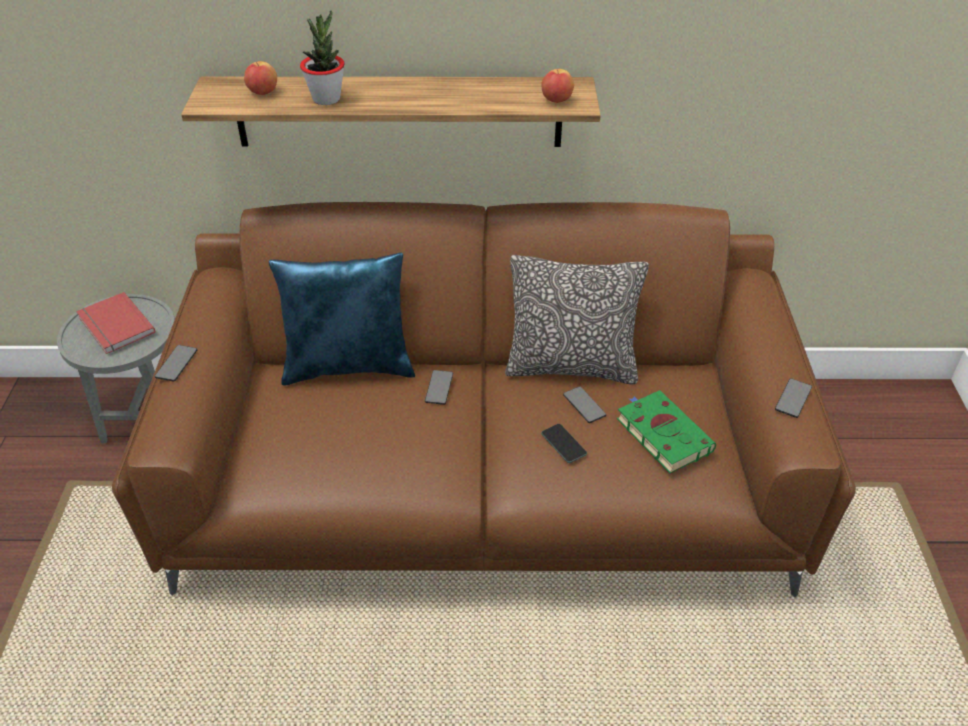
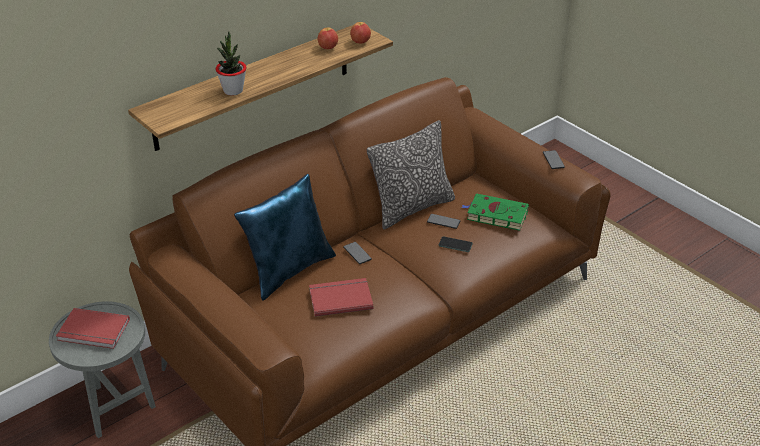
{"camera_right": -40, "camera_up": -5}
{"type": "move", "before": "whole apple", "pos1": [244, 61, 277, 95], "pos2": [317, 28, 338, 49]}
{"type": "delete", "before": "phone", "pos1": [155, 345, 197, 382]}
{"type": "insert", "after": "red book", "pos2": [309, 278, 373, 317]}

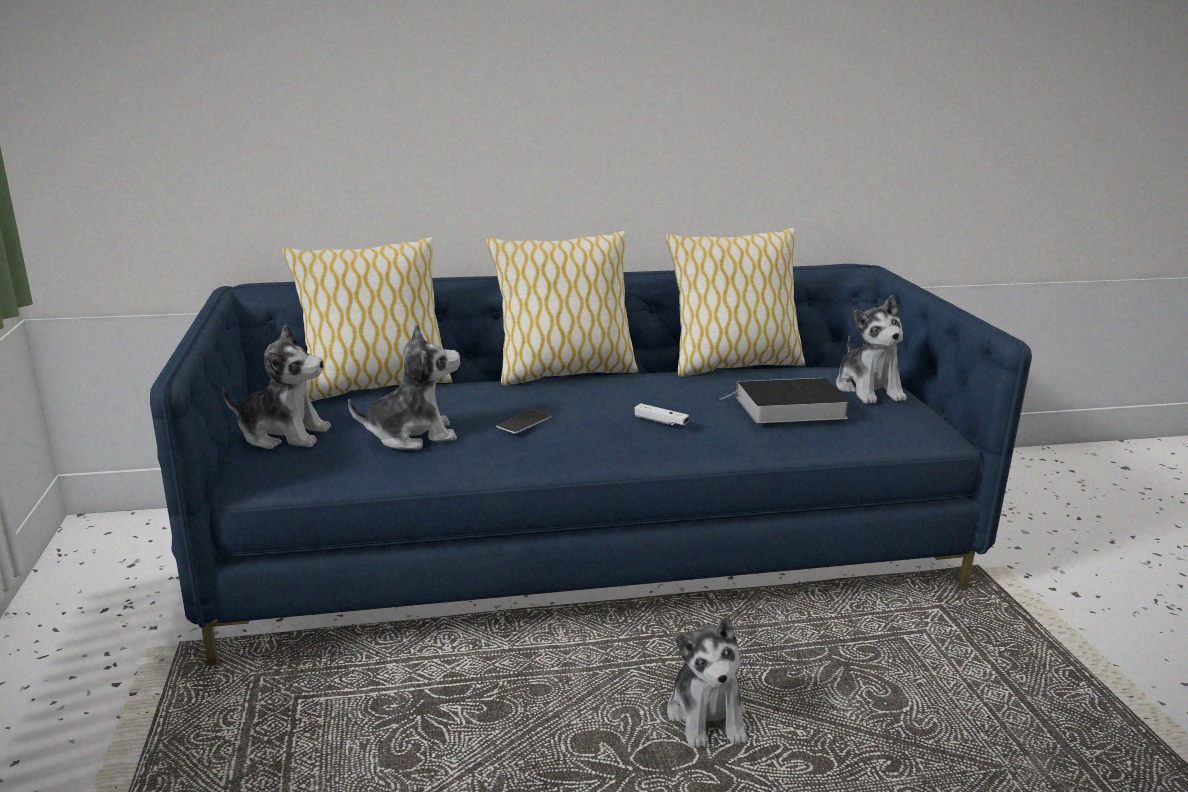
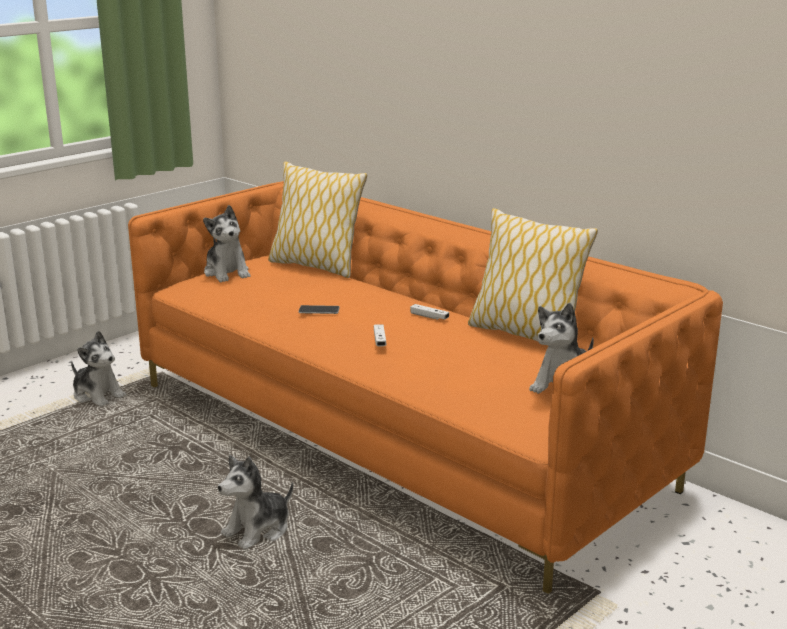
{"camera_right": 55, "camera_up": 0}
{"type": "delete", "before": "throw pillow", "pos1": [486, 230, 638, 386]}
{"type": "recolor", "before": "bluish couch", "after": "orange-coloured couch", "pos1": [150, 264, 1032, 666], "pos2": [128, 181, 723, 594]}
{"type": "move", "before": "cuddly toy", "pos1": [348, 324, 460, 449], "pos2": [71, 331, 126, 406]}
{"type": "delete", "before": "book", "pos1": [720, 378, 850, 423]}
{"type": "insert", "after": "white-coloured game controller", "pos2": [410, 304, 449, 320]}

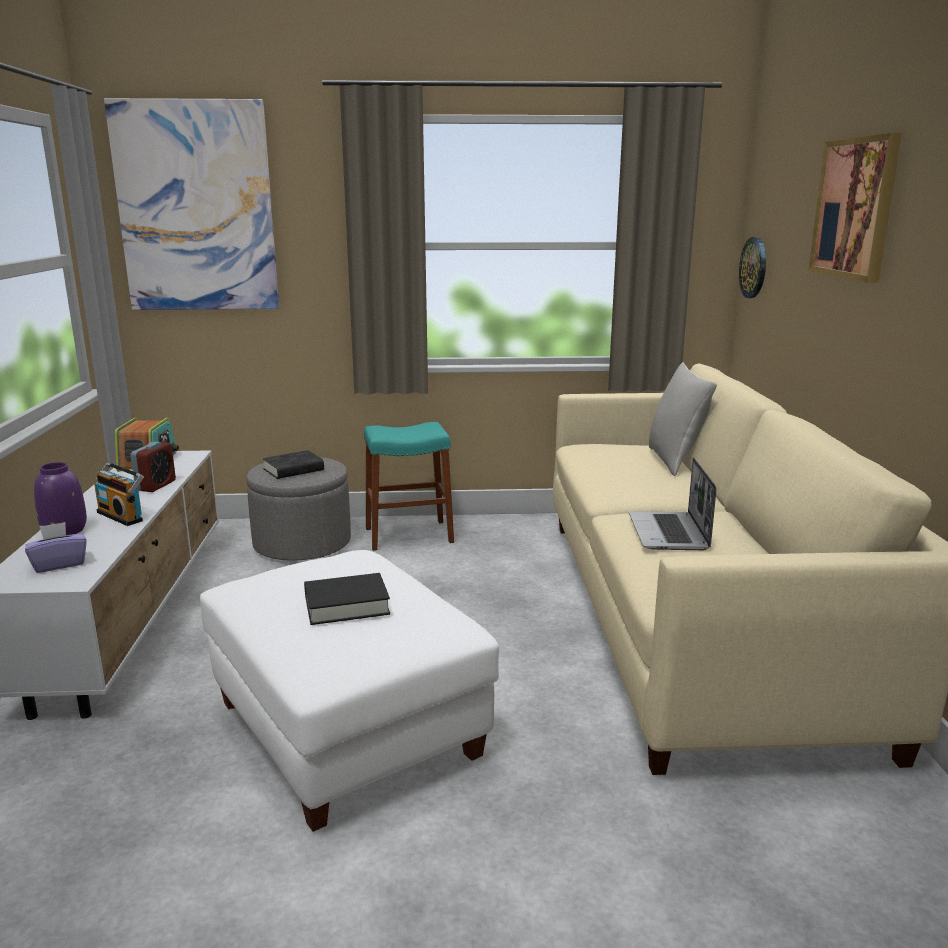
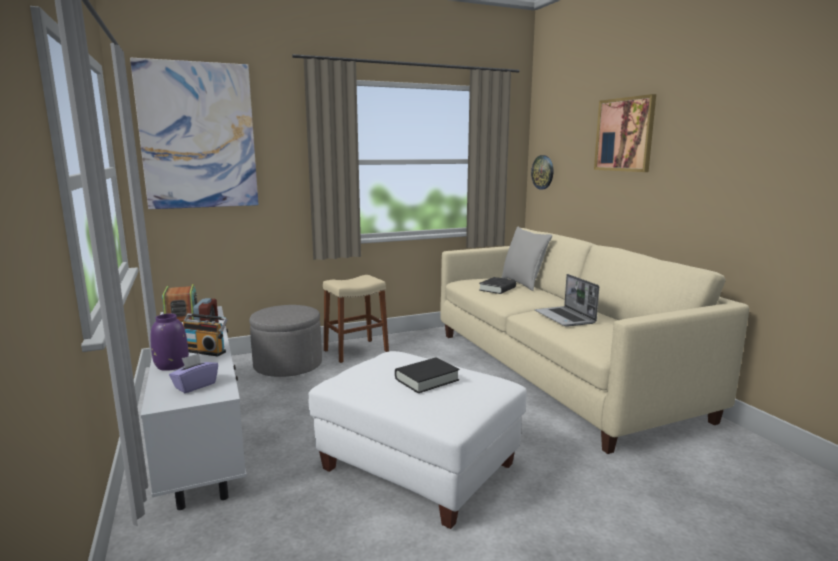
{"camera_right": -20, "camera_up": -5}
{"type": "recolor", "before": "blue-green stool seat", "after": "beige stool seat", "pos1": [364, 422, 454, 551], "pos2": [323, 275, 389, 363]}
{"type": "move", "before": "blackish book", "pos1": [263, 450, 324, 479], "pos2": [479, 277, 516, 294]}

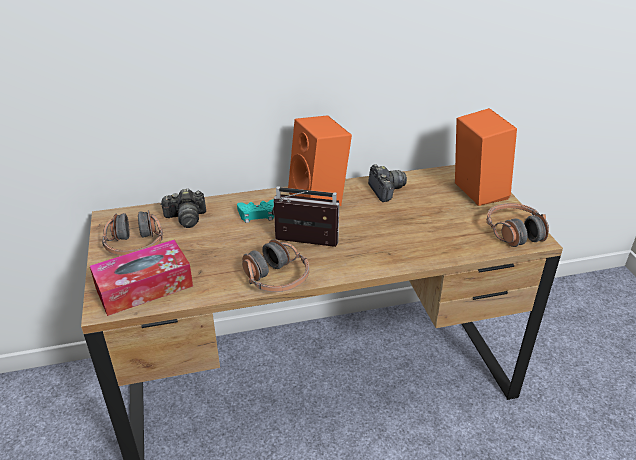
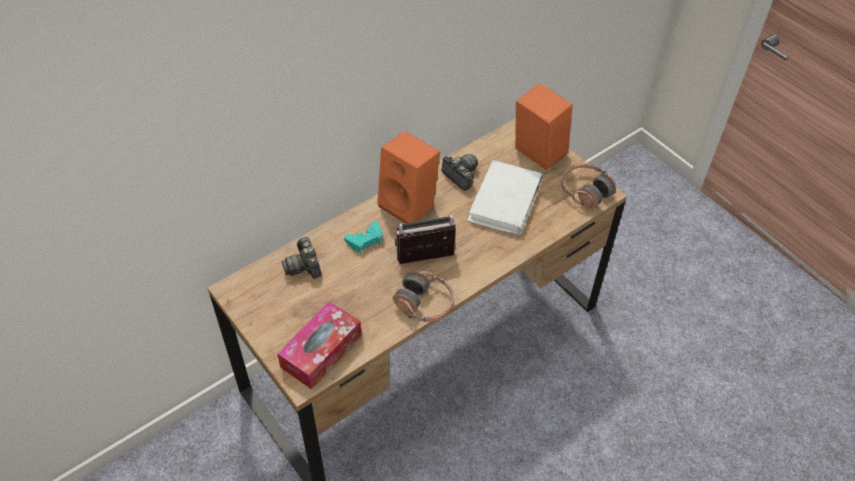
{"camera_right": -25, "camera_up": 15}
{"type": "rotate", "before": "still camera", "pos1": [160, 188, 206, 228], "pos2": [282, 237, 321, 278], "turn": 105}
{"type": "delete", "before": "headset", "pos1": [102, 210, 163, 256]}
{"type": "insert", "after": "white-coloured book", "pos2": [467, 160, 543, 235]}

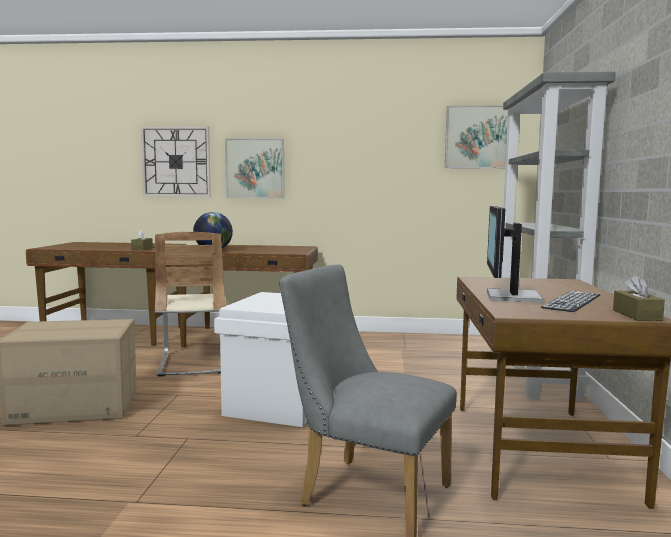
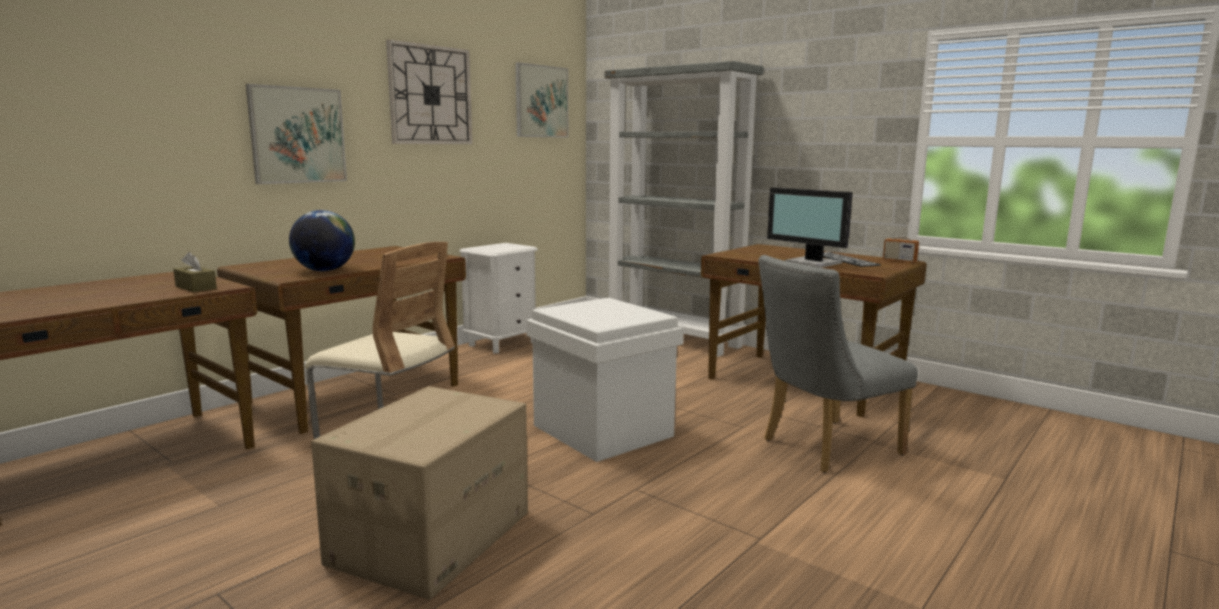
{"camera_right": -55, "camera_up": 5}
{"type": "move", "before": "hanging clock", "pos1": [141, 126, 211, 197], "pos2": [386, 39, 472, 144]}
{"type": "replace", "before": "brown tissue box", "after": "radio", "pos1": [613, 275, 665, 321], "pos2": [883, 216, 919, 263]}
{"type": "insert", "after": "white-coloured nightstand", "pos2": [459, 243, 538, 353]}

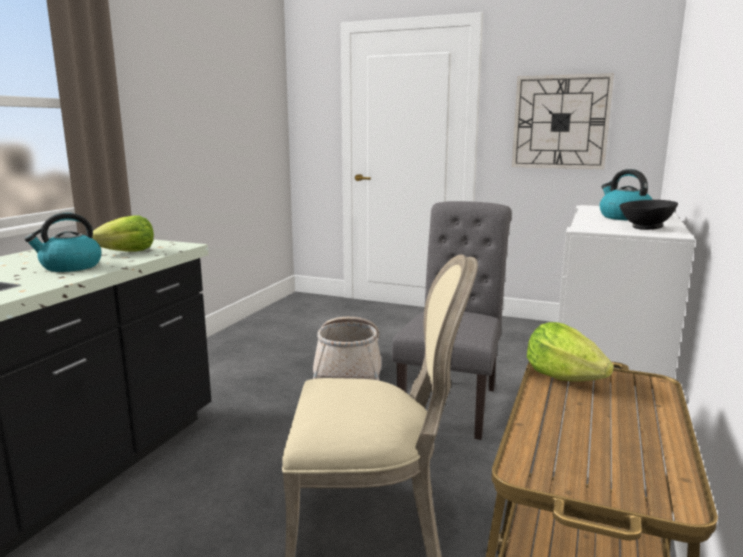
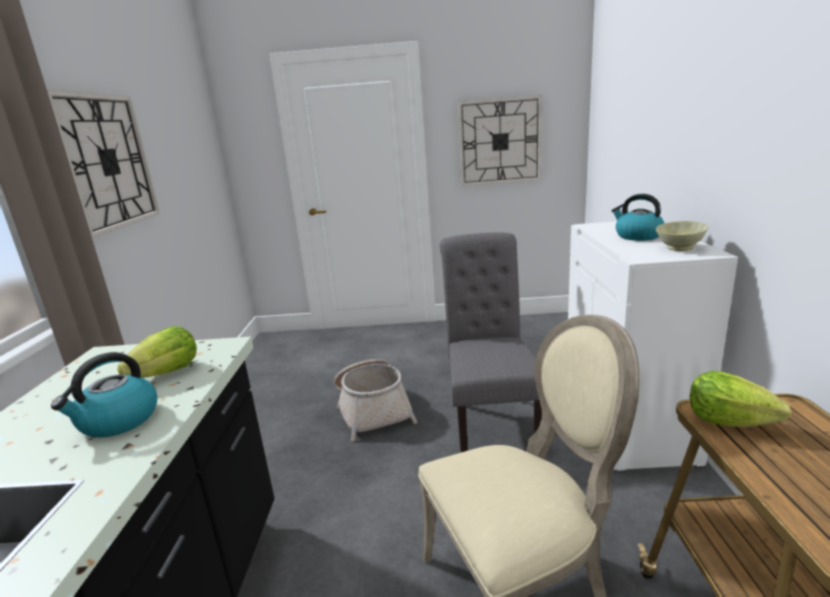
{"camera_right": -20, "camera_up": 5}
{"type": "recolor", "before": "blackish serving bowl", "after": "beige serving bowl", "pos1": [619, 200, 678, 230], "pos2": [656, 221, 708, 251]}
{"type": "insert", "after": "hanging clock", "pos2": [47, 90, 160, 238]}

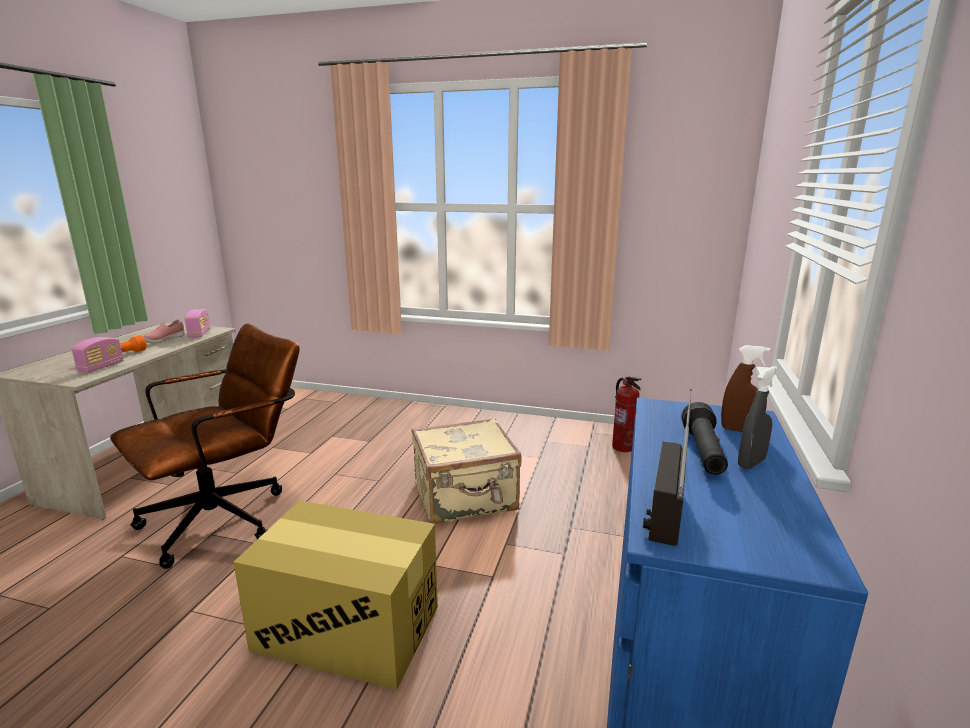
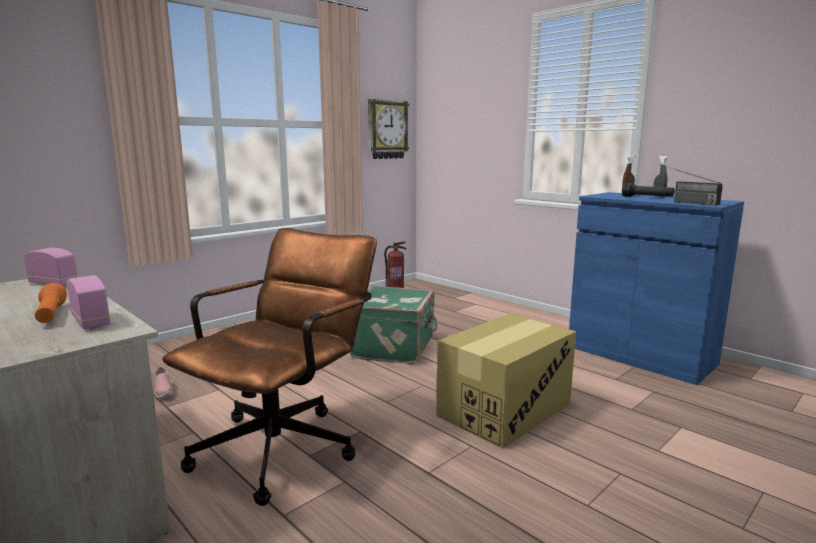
{"camera_right": -60, "camera_up": -5}
{"type": "move", "before": "pink shoe", "pos1": [143, 319, 185, 343], "pos2": [154, 366, 173, 398]}
{"type": "rotate", "before": "brown office chair", "pos1": [110, 324, 300, 569], "pos2": [162, 228, 377, 506], "turn": 45}
{"type": "recolor", "before": "beige travel case", "after": "green-coloured travel case", "pos1": [411, 418, 521, 524], "pos2": [350, 285, 437, 364]}
{"type": "insert", "after": "hanging clock", "pos2": [368, 99, 409, 159]}

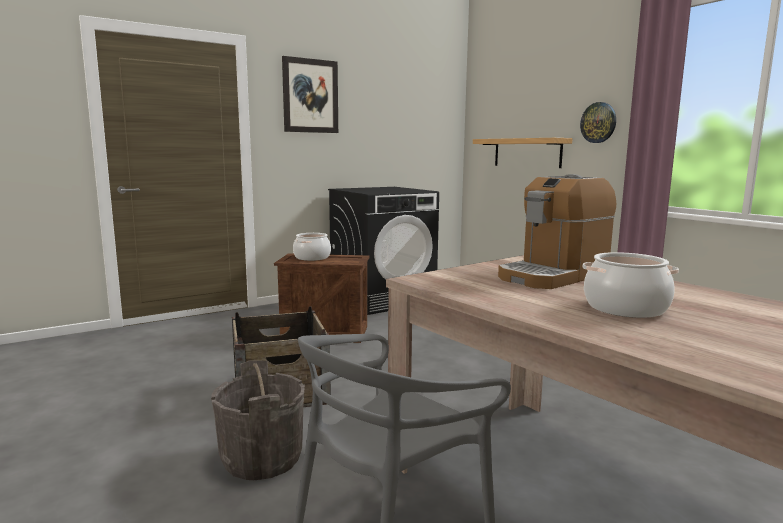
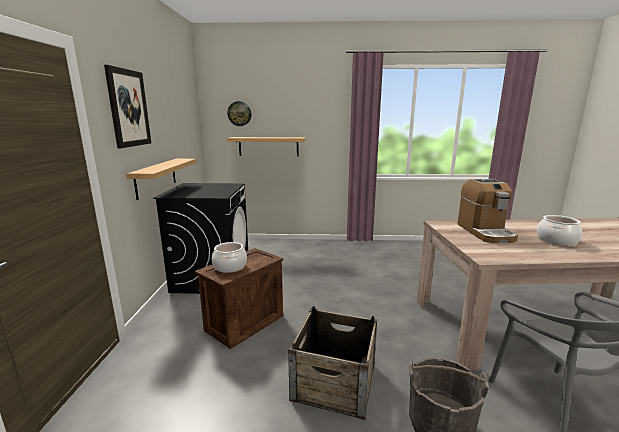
{"camera_right": -55, "camera_up": 5}
{"type": "move", "before": "hanging clock", "pos1": [580, 102, 616, 143], "pos2": [227, 101, 251, 126]}
{"type": "insert", "after": "wall shelf", "pos2": [127, 159, 197, 200]}

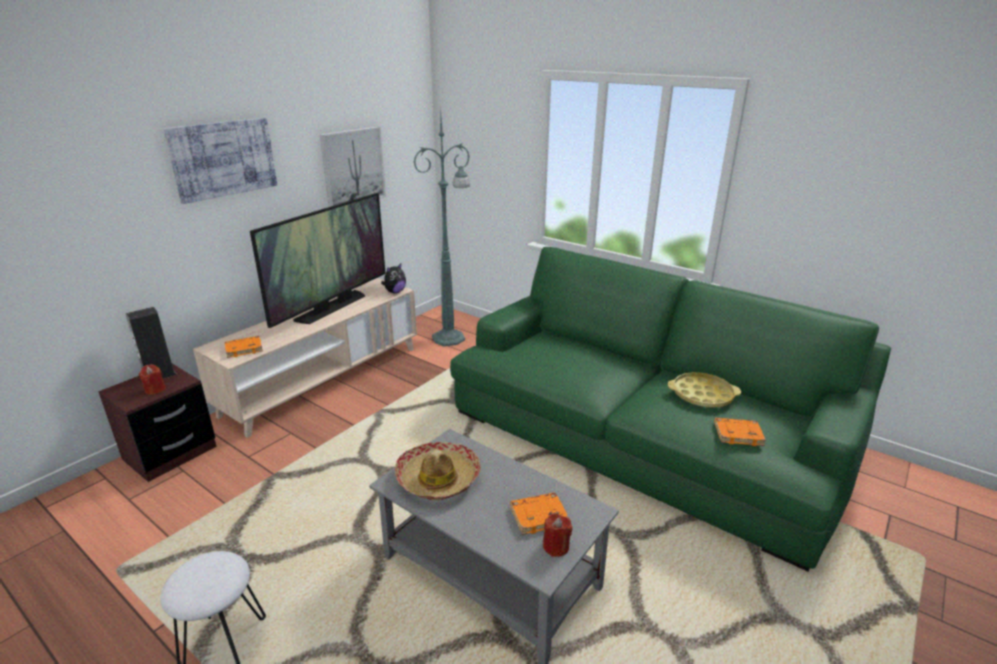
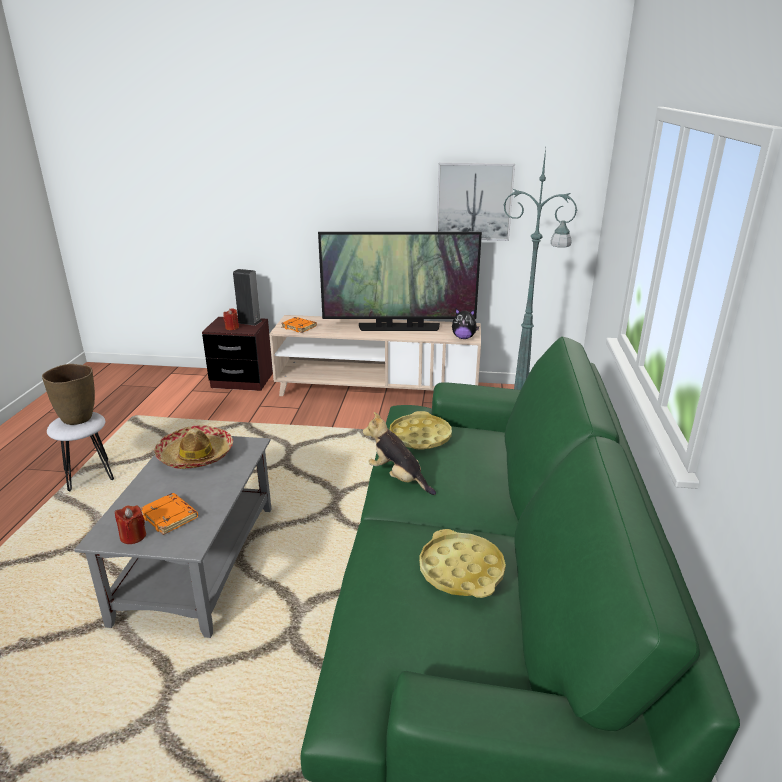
{"camera_right": 60, "camera_up": 0}
{"type": "delete", "before": "picture", "pos1": [163, 118, 277, 204]}
{"type": "delete", "before": "orange-coloured book", "pos1": [714, 418, 766, 446]}
{"type": "insert", "after": "brown decorative vase", "pos2": [42, 364, 95, 425]}
{"type": "insert", "after": "yellow-coloured tray", "pos2": [390, 411, 452, 450]}
{"type": "insert", "after": "cuddly toy", "pos2": [363, 412, 436, 495]}

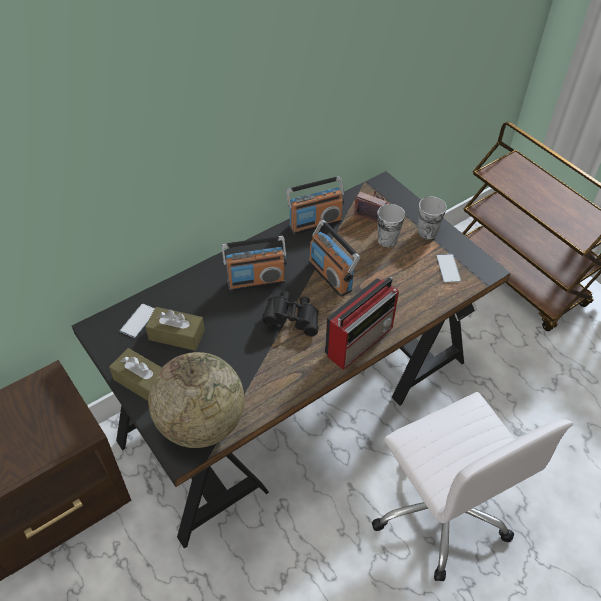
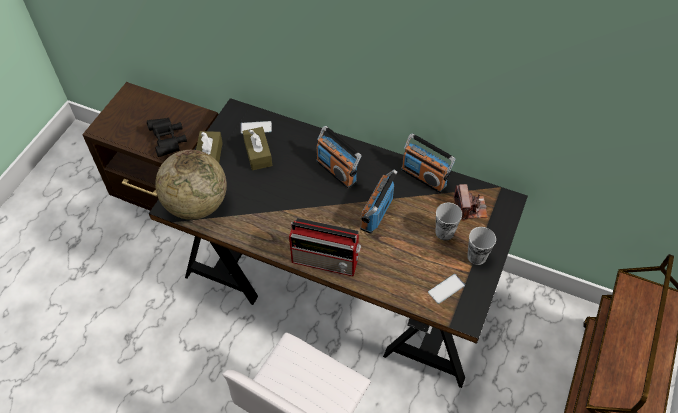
{"camera_right": 60, "camera_up": 5}
{"type": "move", "before": "blackish binoculars", "pos1": [262, 291, 319, 337], "pos2": [147, 118, 187, 157]}

